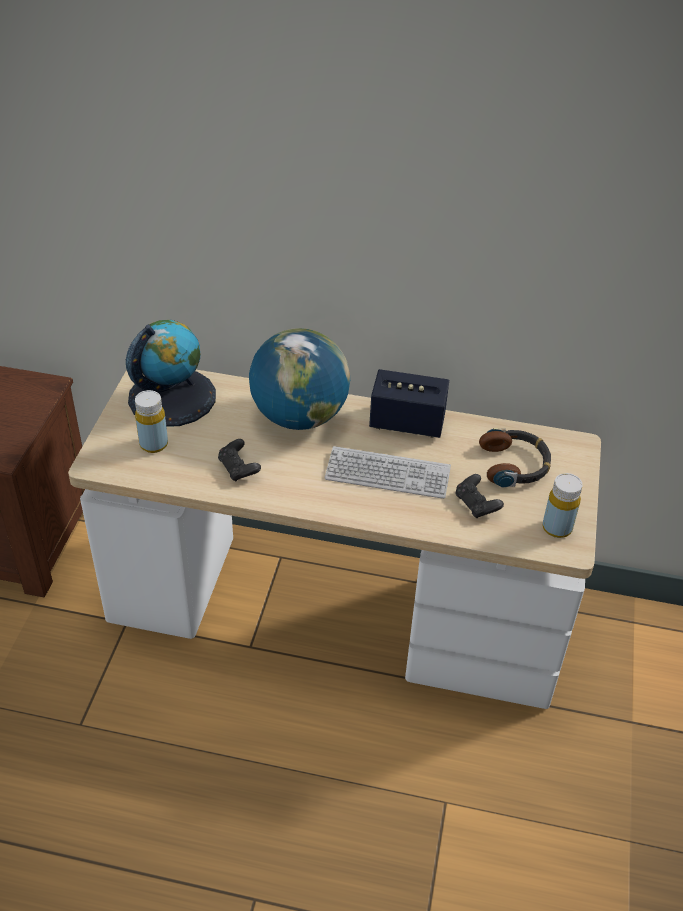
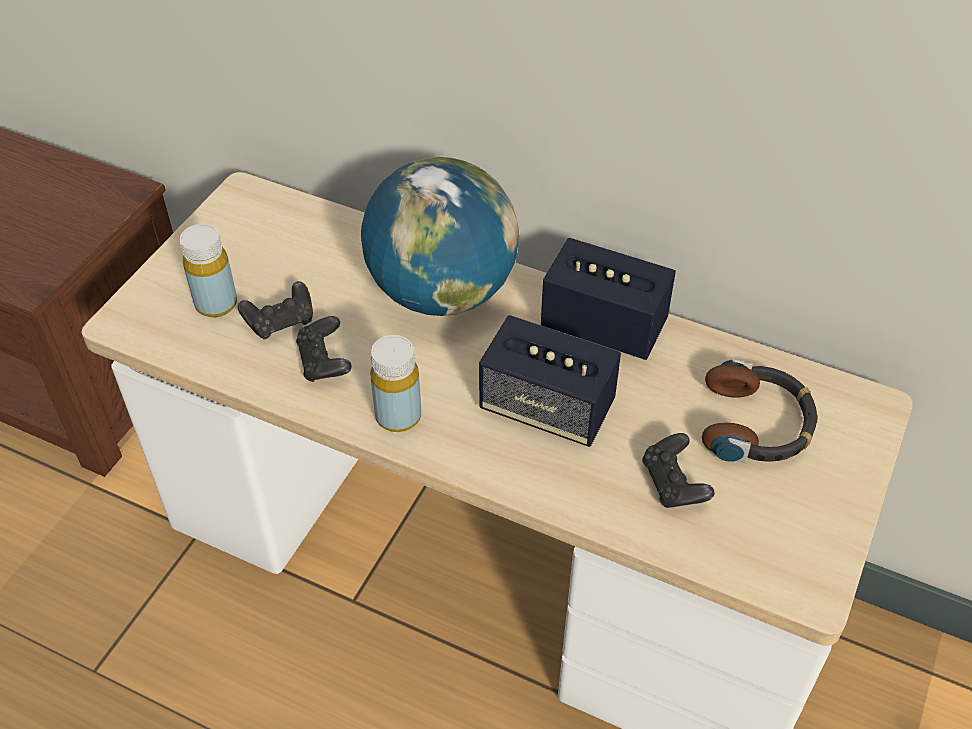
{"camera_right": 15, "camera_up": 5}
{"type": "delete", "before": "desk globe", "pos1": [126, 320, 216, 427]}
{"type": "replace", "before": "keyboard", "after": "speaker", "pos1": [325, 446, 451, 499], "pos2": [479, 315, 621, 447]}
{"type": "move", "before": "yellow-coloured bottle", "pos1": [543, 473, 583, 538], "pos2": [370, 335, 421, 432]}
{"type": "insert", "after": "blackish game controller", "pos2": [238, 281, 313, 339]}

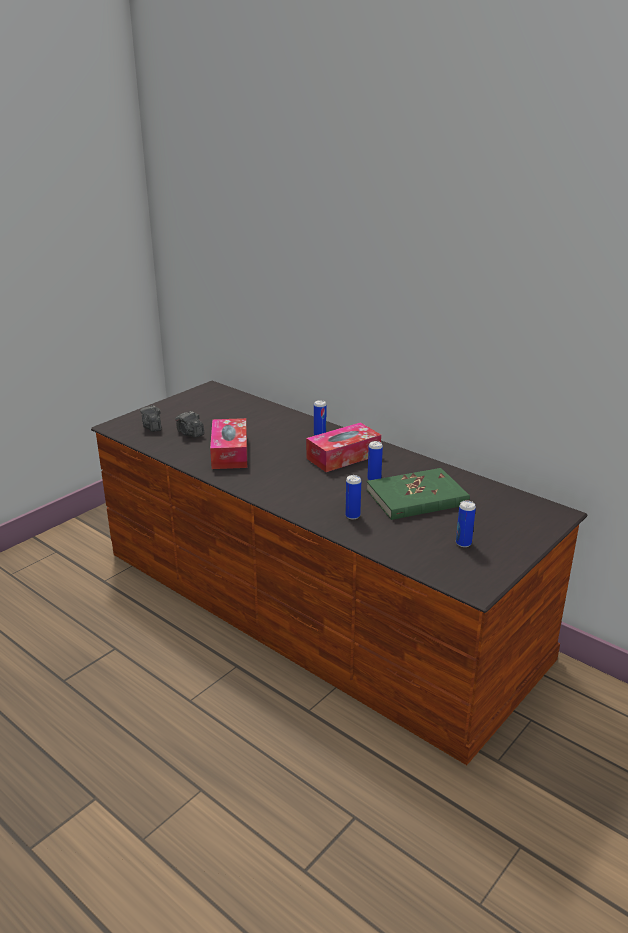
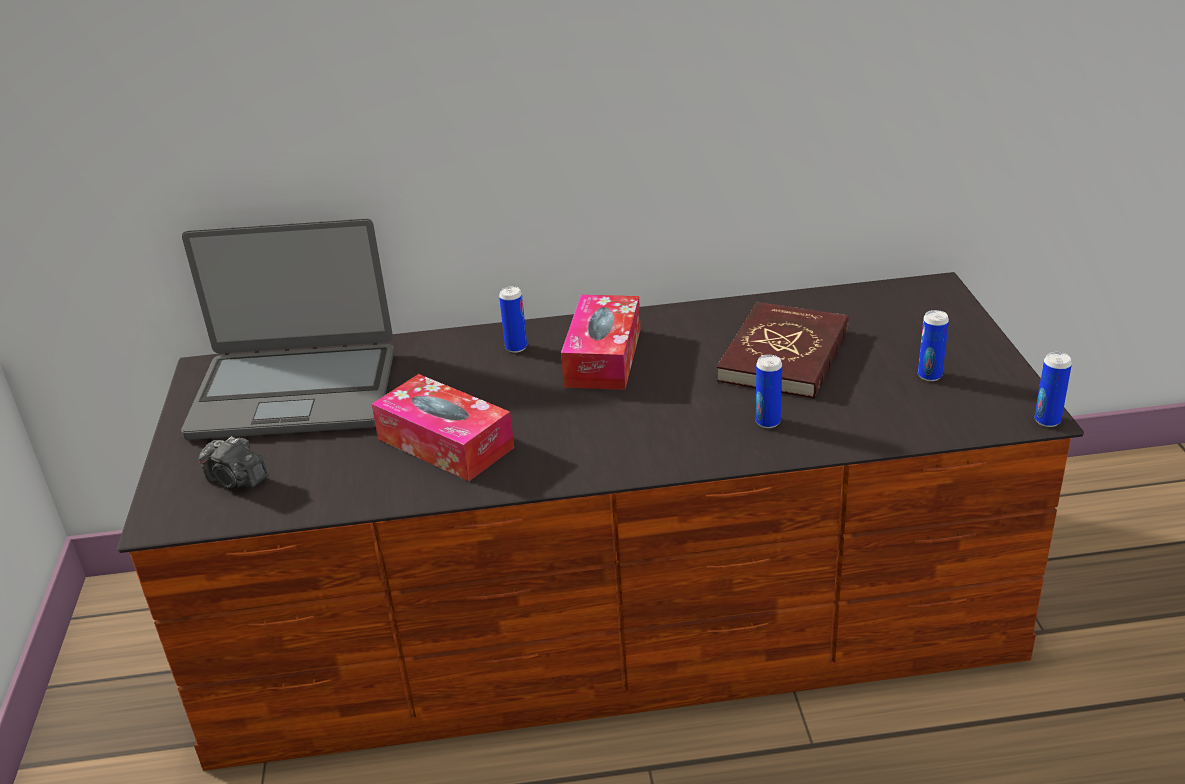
{"camera_right": -45, "camera_up": 5}
{"type": "delete", "before": "still camera", "pos1": [175, 411, 204, 438]}
{"type": "move", "before": "metal can", "pos1": [367, 441, 383, 480], "pos2": [1034, 352, 1072, 427]}
{"type": "recolor", "before": "green-coloured book", "after": "red book", "pos1": [367, 468, 470, 520], "pos2": [717, 302, 849, 399]}
{"type": "insert", "after": "notebook computer", "pos2": [181, 218, 394, 440]}

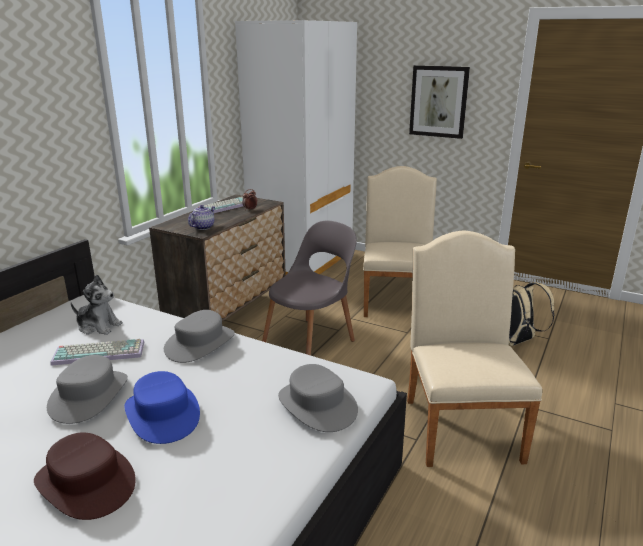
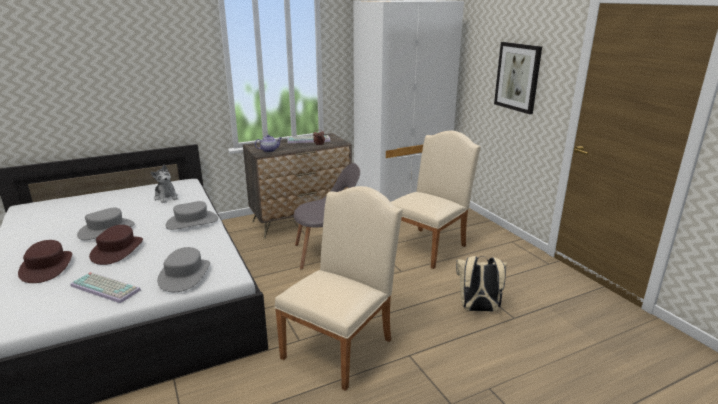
{"camera_right": 35, "camera_up": 0}
{"type": "move", "before": "keyboard", "pos1": [51, 339, 144, 366], "pos2": [70, 272, 141, 303]}
{"type": "recolor", "before": "bluish hat", "after": "brown hat", "pos1": [124, 371, 200, 444], "pos2": [89, 225, 143, 265]}

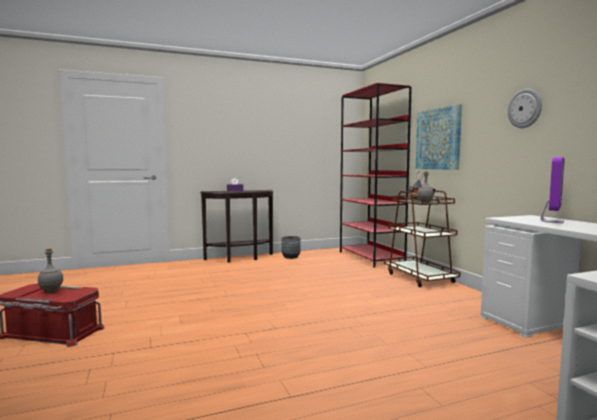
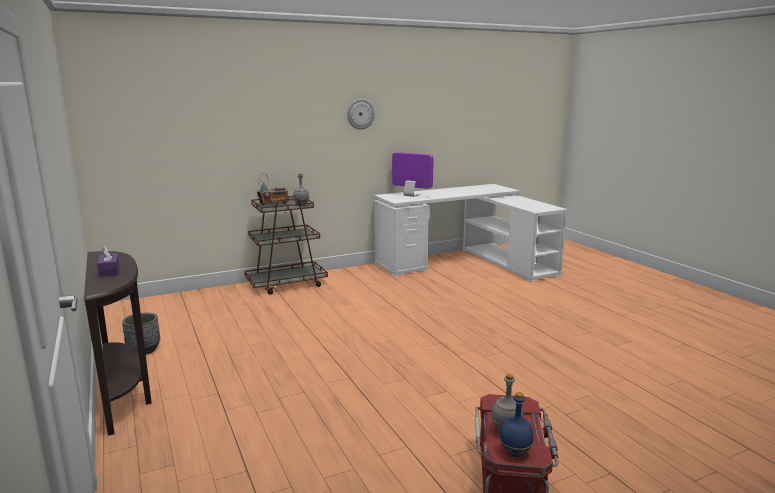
{"camera_right": -95, "camera_up": 10}
{"type": "delete", "before": "red shelving unit", "pos1": [340, 83, 412, 268]}
{"type": "delete", "before": "picture", "pos1": [416, 104, 462, 170]}
{"type": "insert", "after": "bluish bottle", "pos2": [499, 392, 534, 457]}

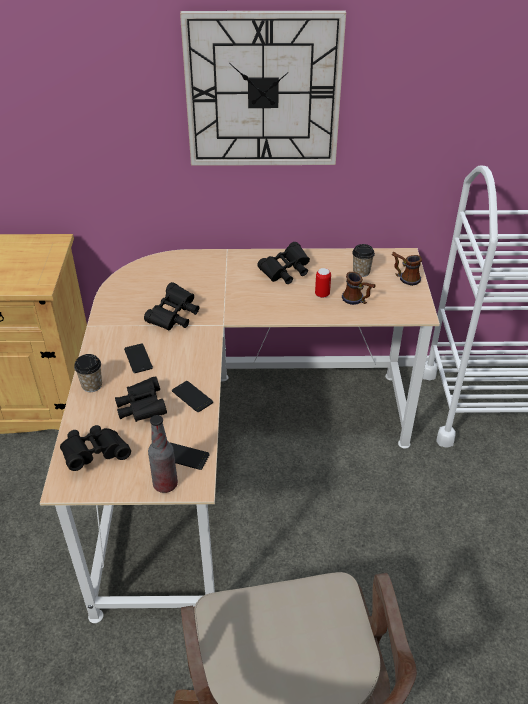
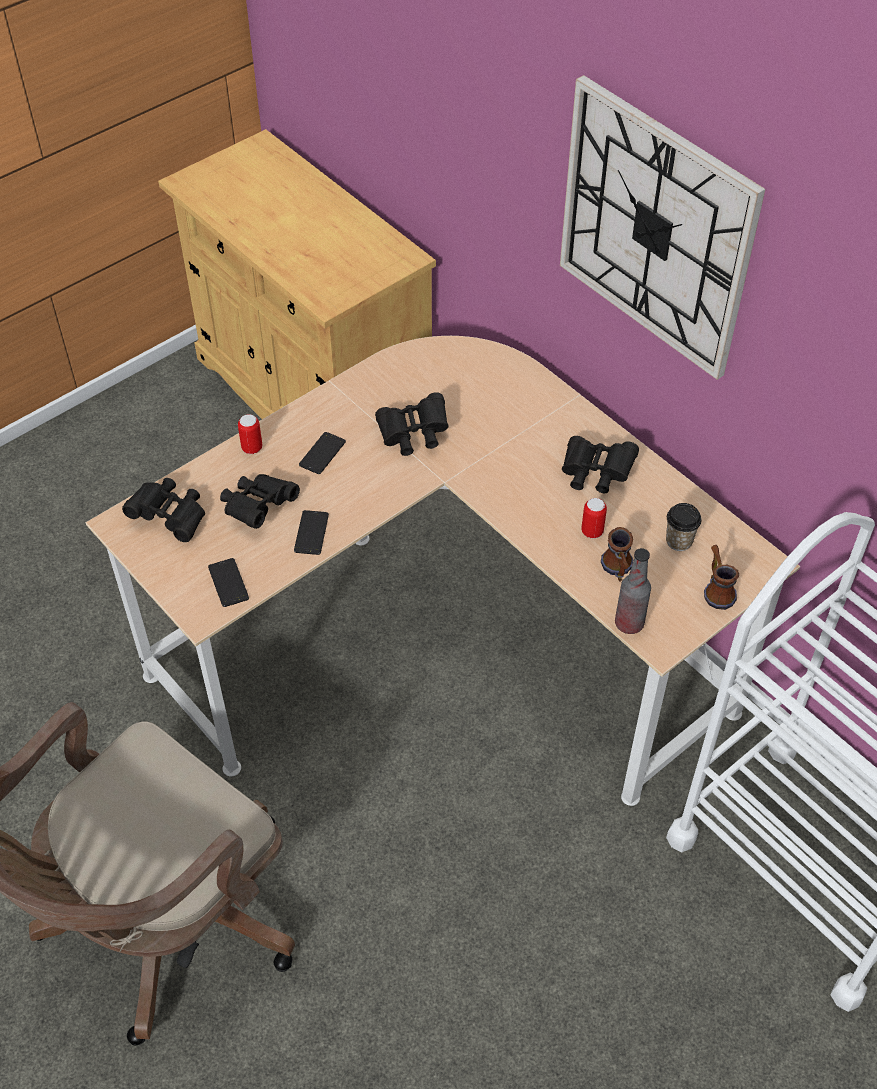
{"camera_right": 50, "camera_up": 10}
{"type": "replace", "before": "small cup", "after": "metal can", "pos1": [74, 354, 102, 392], "pos2": [238, 414, 262, 454]}
{"type": "move", "before": "bottle", "pos1": [148, 415, 178, 493], "pos2": [615, 548, 651, 634]}

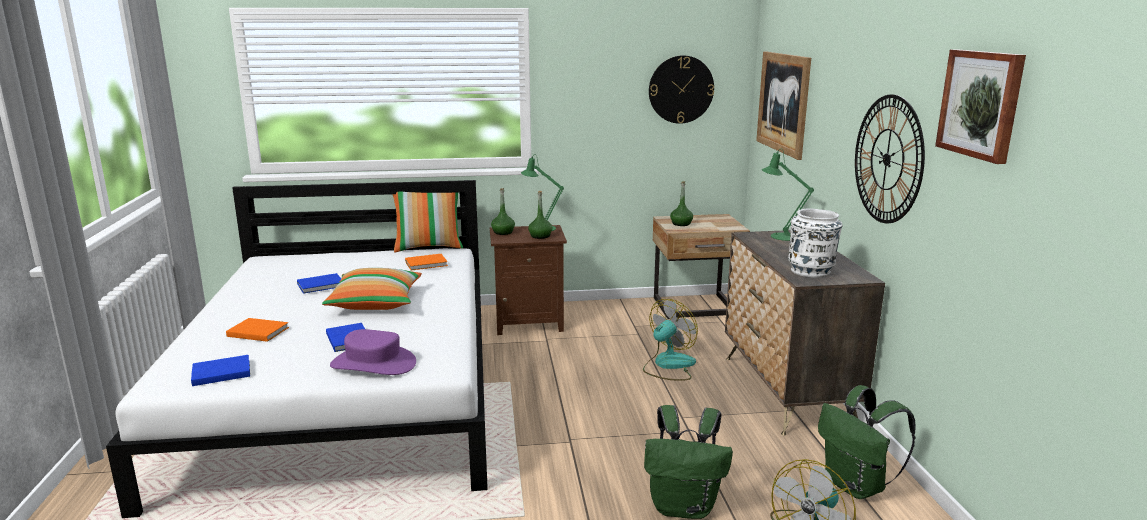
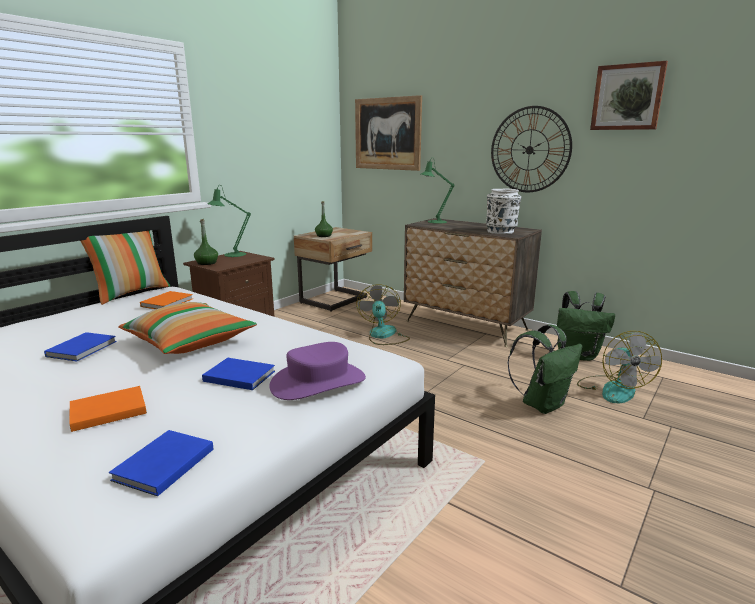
{"camera_right": -45, "camera_up": 0}
{"type": "delete", "before": "hanging clock", "pos1": [649, 55, 714, 124]}
{"type": "delete", "before": "green-coloured bottle", "pos1": [528, 191, 553, 239]}

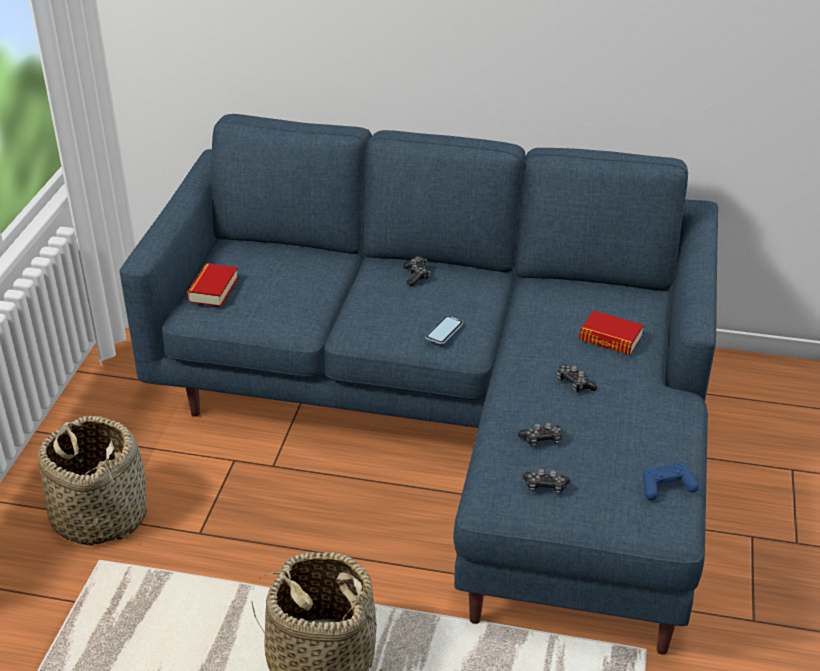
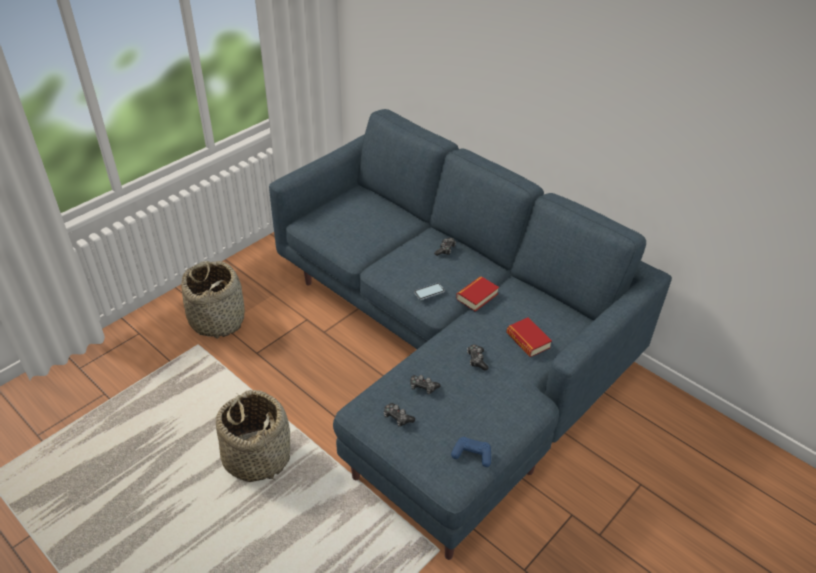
{"camera_right": 30, "camera_up": 5}
{"type": "move", "before": "book", "pos1": [187, 263, 239, 307], "pos2": [456, 276, 499, 312]}

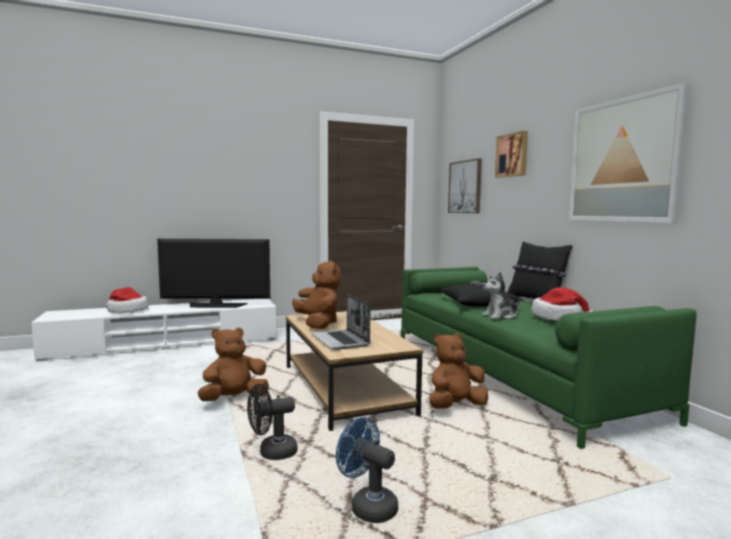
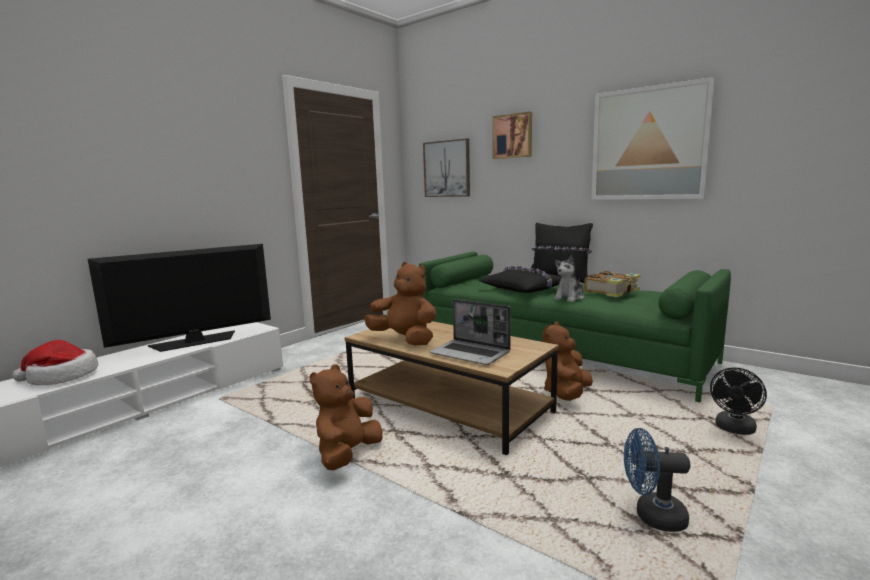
{"camera_right": -30, "camera_up": 5}
{"type": "replace", "before": "hat", "after": "book", "pos1": [531, 287, 593, 321], "pos2": [584, 271, 641, 297]}
{"type": "move", "before": "blackish fan", "pos1": [247, 384, 298, 460], "pos2": [710, 367, 767, 435]}

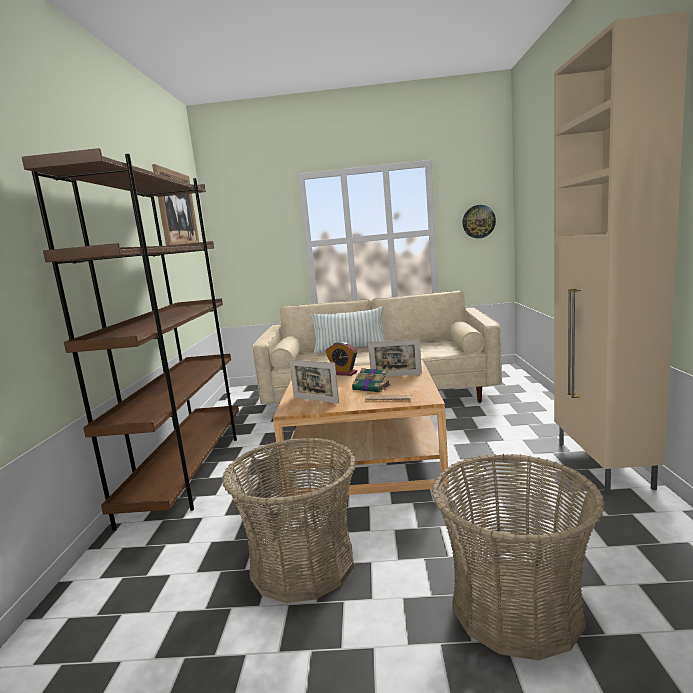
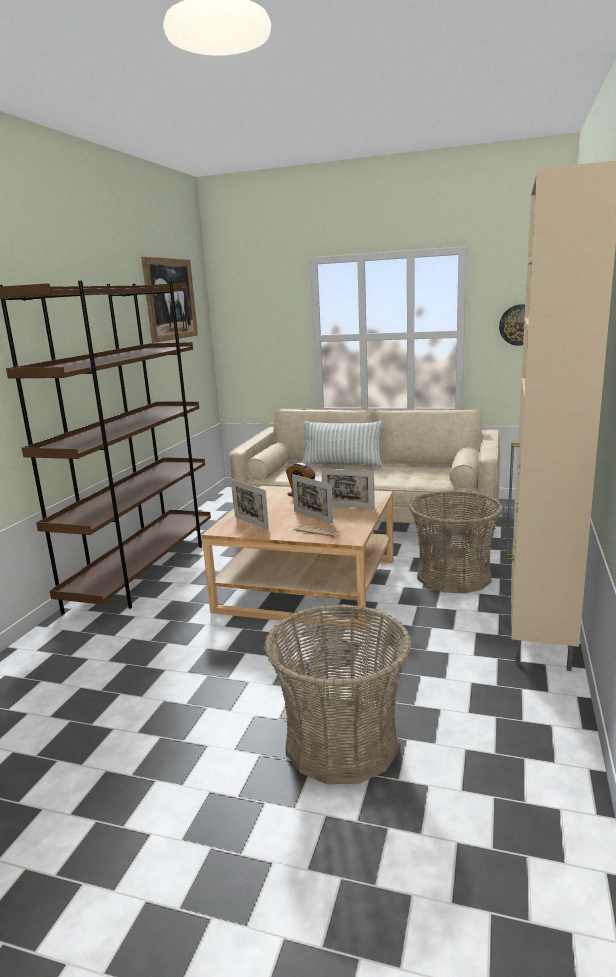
{"camera_right": 15, "camera_up": 5}
{"type": "replace", "before": "book", "after": "standing frame", "pos1": [352, 368, 390, 392], "pos2": [292, 474, 333, 524]}
{"type": "move", "before": "basket", "pos1": [222, 438, 357, 603], "pos2": [408, 490, 504, 593]}

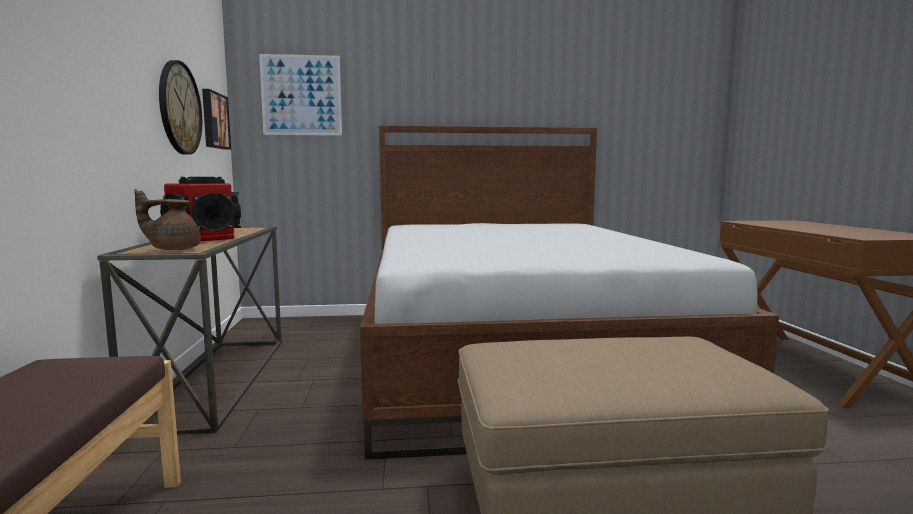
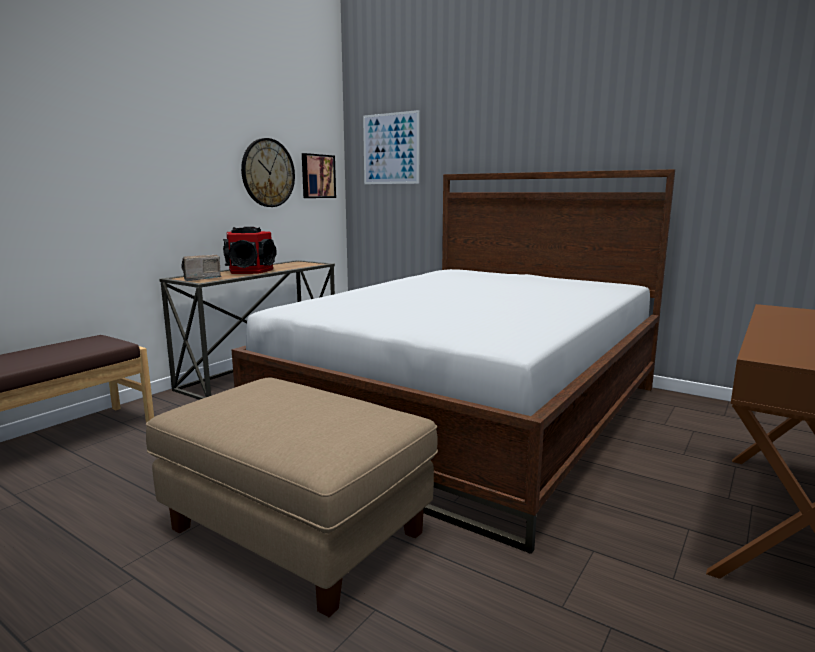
{"camera_right": 40, "camera_up": 5}
{"type": "replace", "before": "brown teapot", "after": "radio", "pos1": [134, 189, 201, 250], "pos2": [182, 255, 221, 281]}

